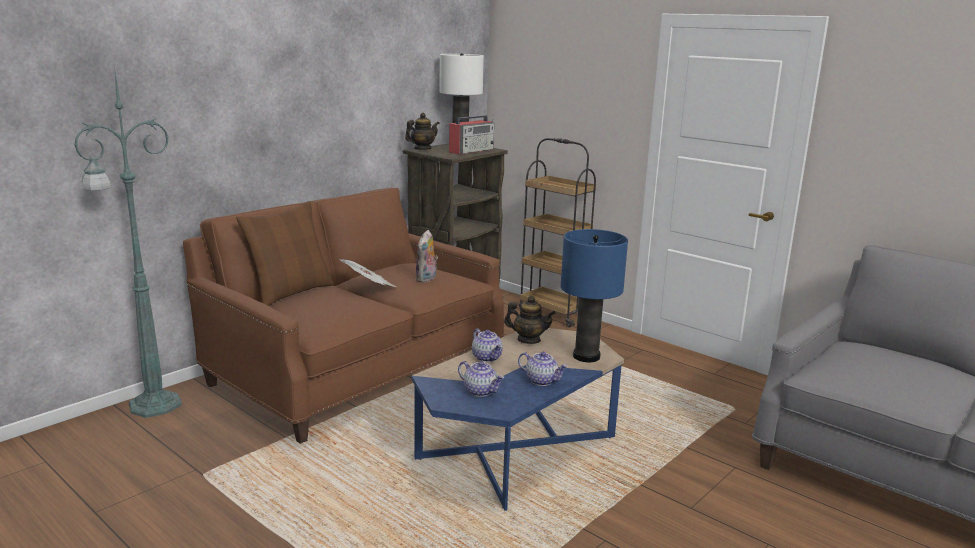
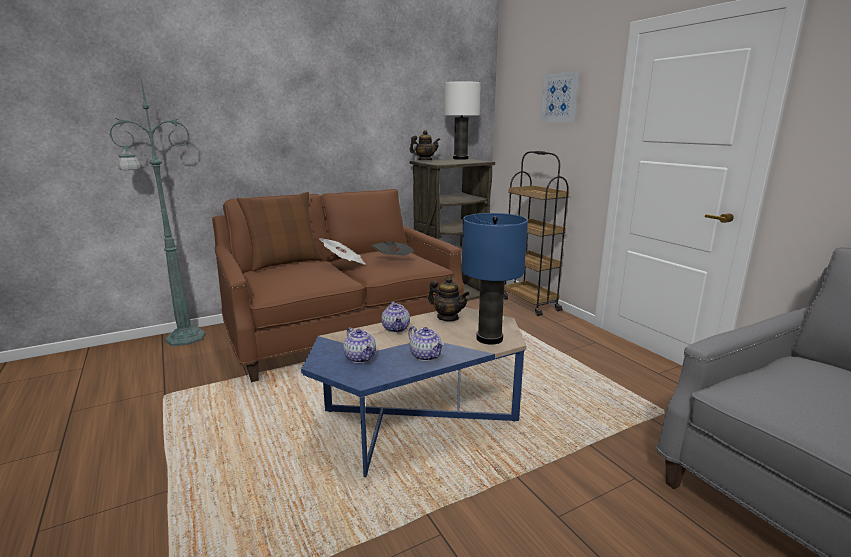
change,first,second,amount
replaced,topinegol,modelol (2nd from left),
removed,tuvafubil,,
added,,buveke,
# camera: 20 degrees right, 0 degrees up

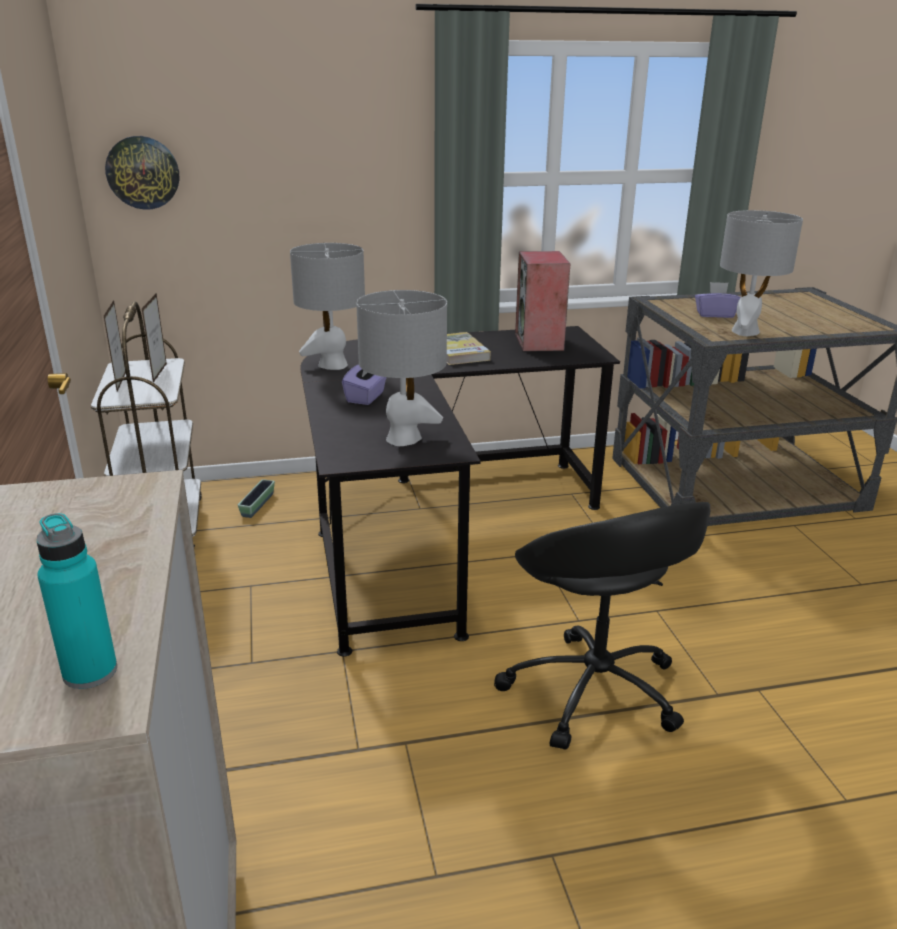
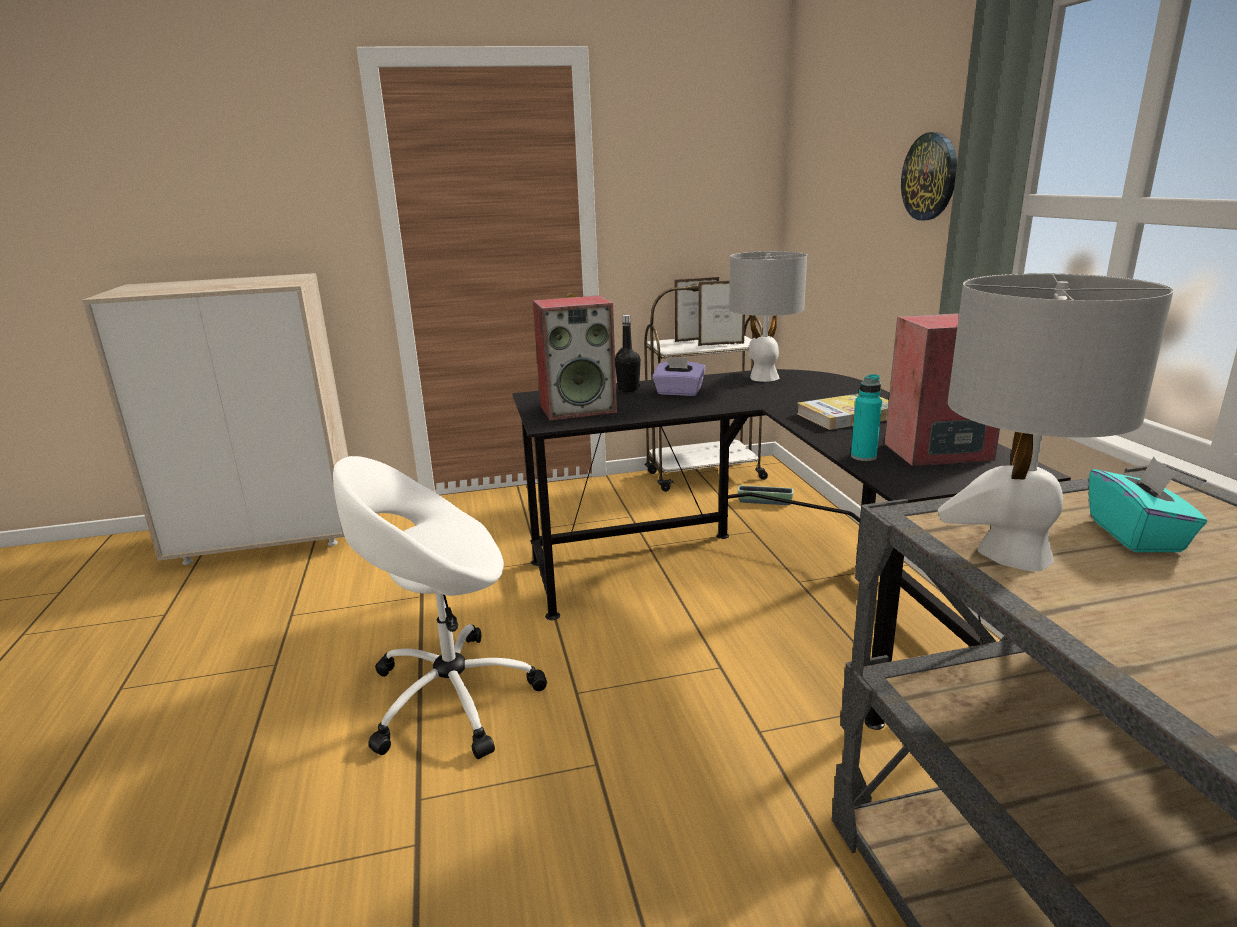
change,first,second,amount
moved,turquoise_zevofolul,,
moved,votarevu,,
replaced,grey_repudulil (2nd from left),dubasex (1st from left),
recoloured,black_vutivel,white_vutivel,
recoloured,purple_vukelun (2nd from left),turquoise_vukelun,
added,,black_zevofolul,
# camera: 90 degrees right, 5 degrees down

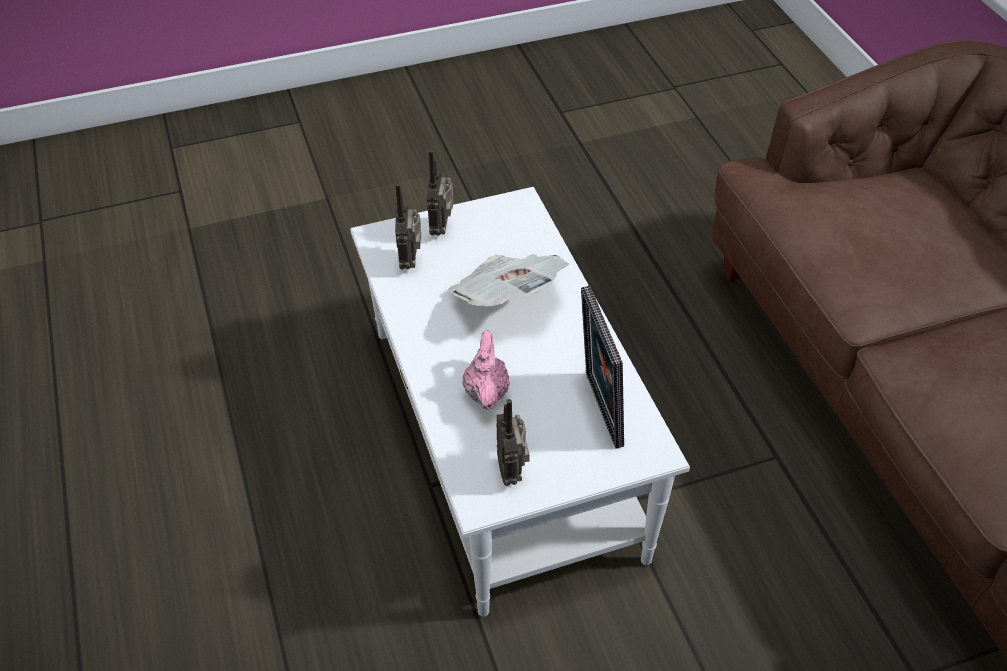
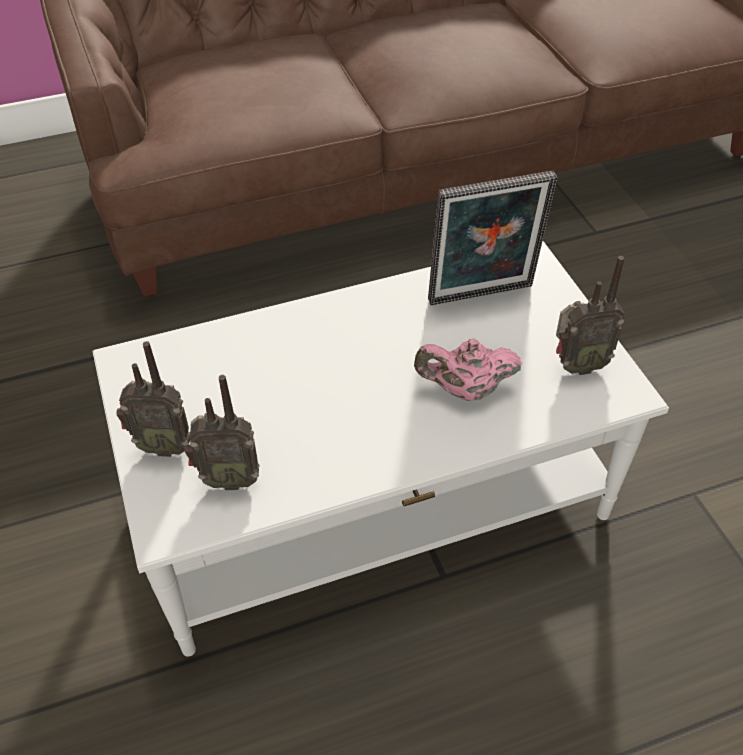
change,first,second,amount
removed,modelol,,
# camera: 90 degrees left, 0 degrees up

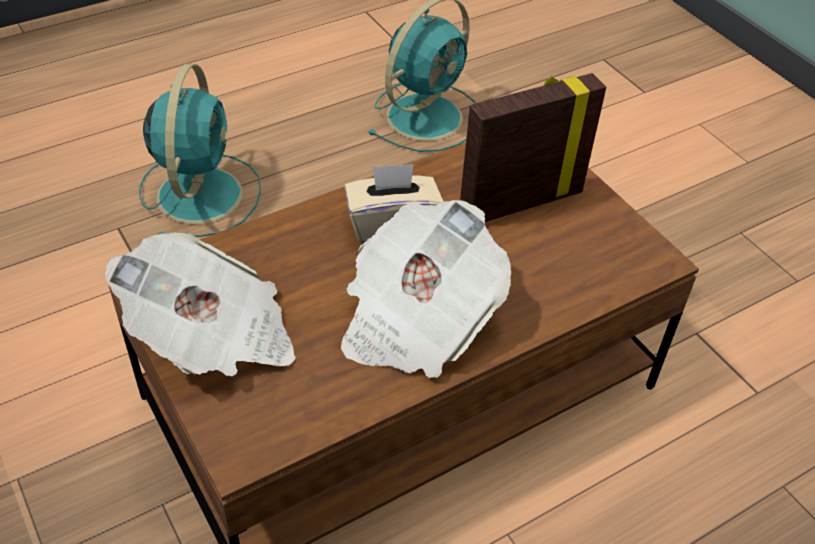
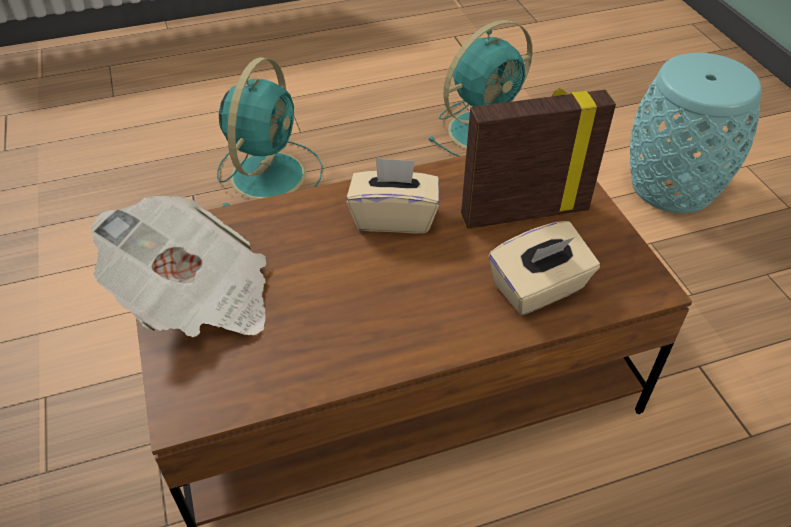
change,first,second,amount
removed,modelol (2nd from left),,
added,,beige_vukelun (2nd from left),
added,,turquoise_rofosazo,
# camera: 15 degrees right, 0 degrees up

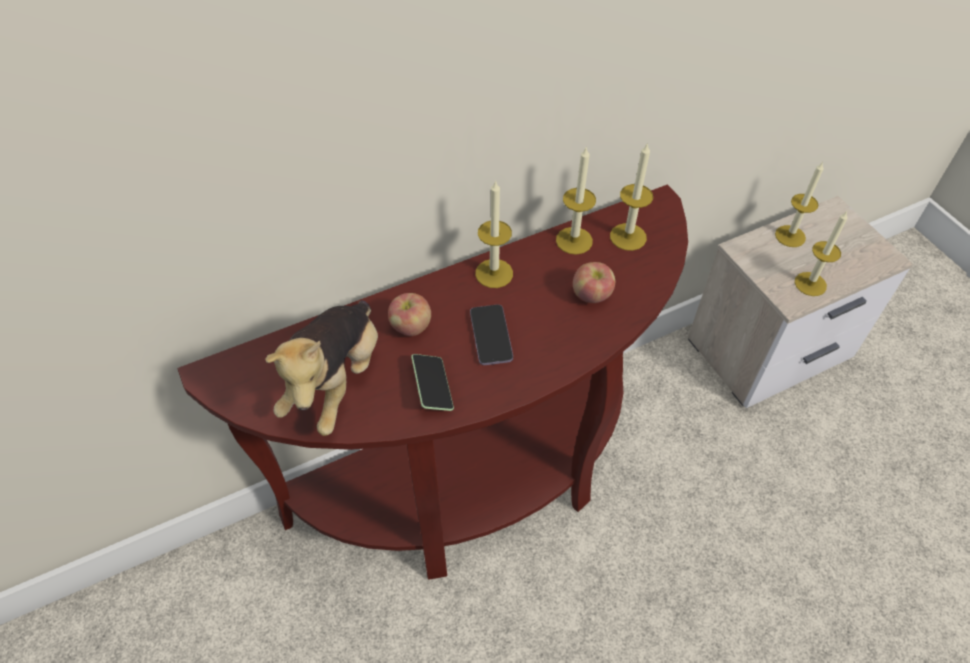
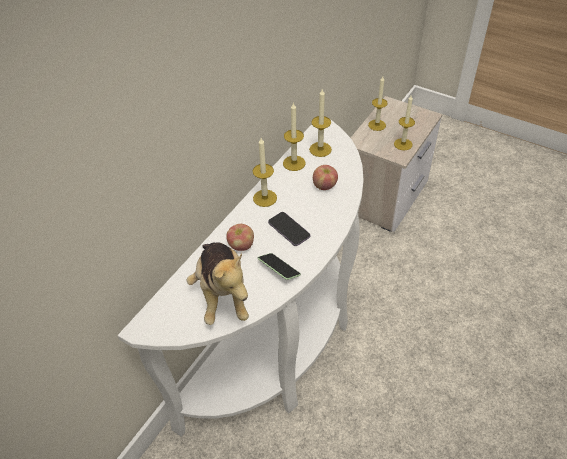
change,first,second,amount
recoloured,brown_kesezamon,white_kesezamon,
# camera: 30 degrees left, 5 degrees down

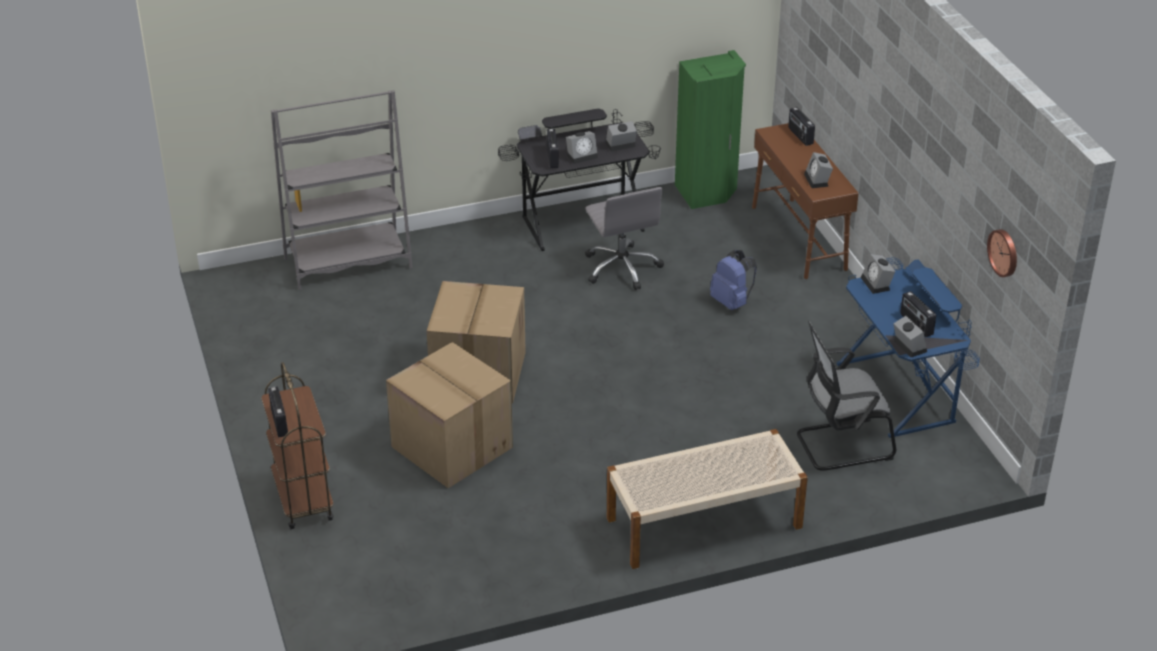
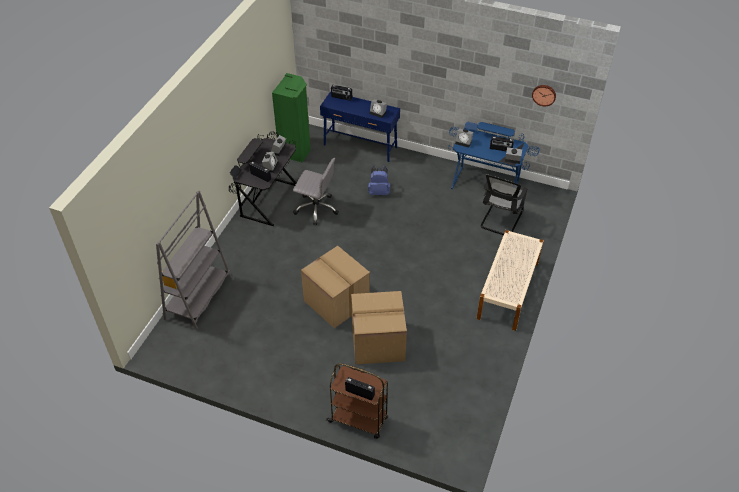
change,first,second,amount
recoloured,brown_kesezamon,blue_kesezamon,
# camera: 50 degrees left, 10 degrees up

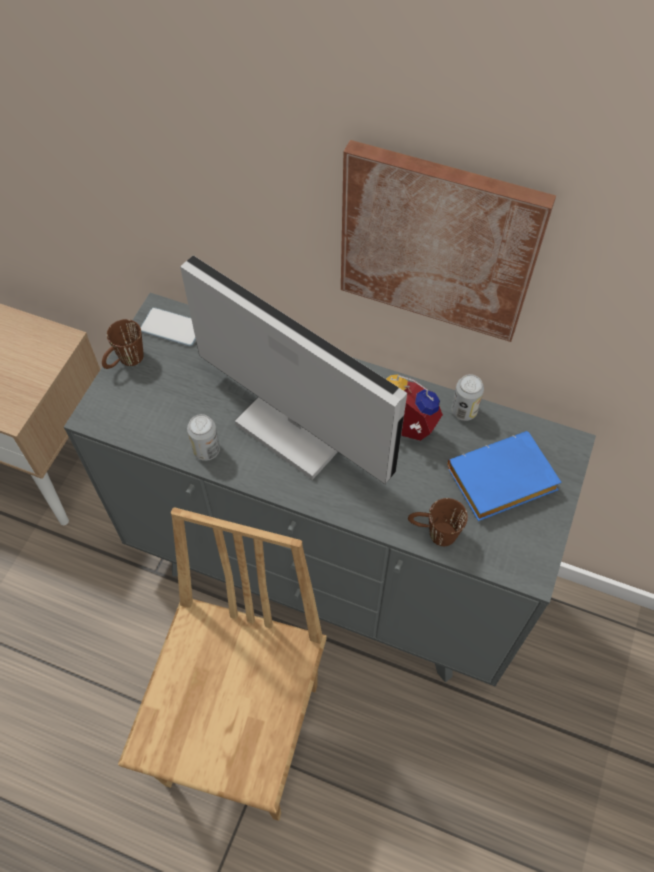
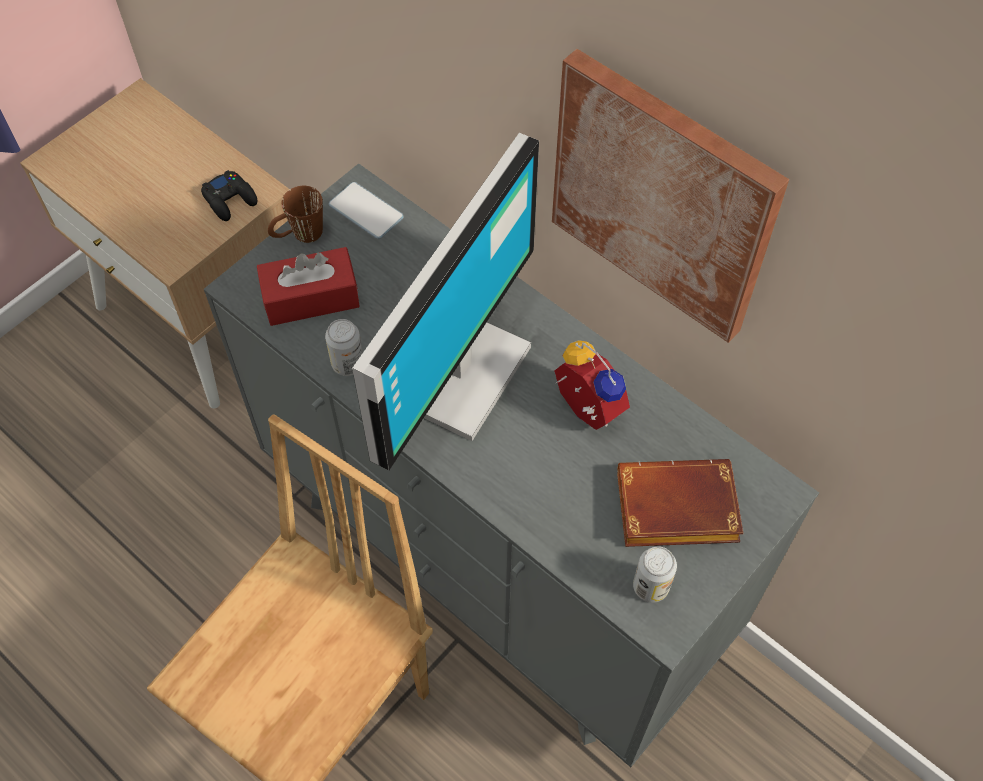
change,first,second,amount
turned,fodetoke,,60 degrees clockwise
removed,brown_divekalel (2nd from left),,
recoloured,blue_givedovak,brown_givedovak,
moved,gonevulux (2nd from left),,
added,,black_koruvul,
added,,red_vukelun,
# camera: 20 degrees right, 0 degrees up

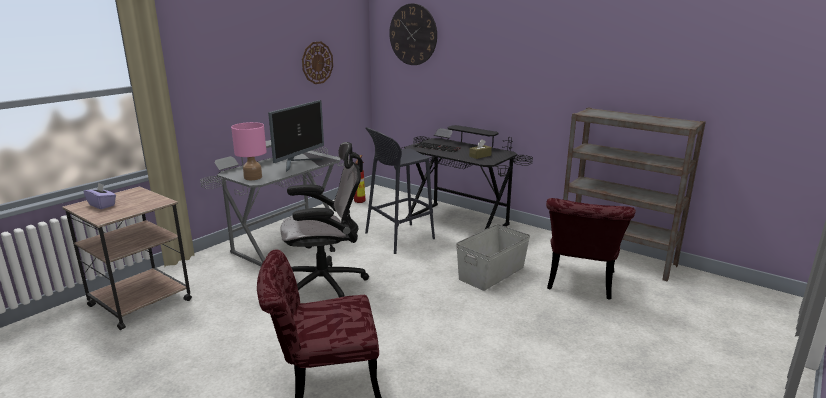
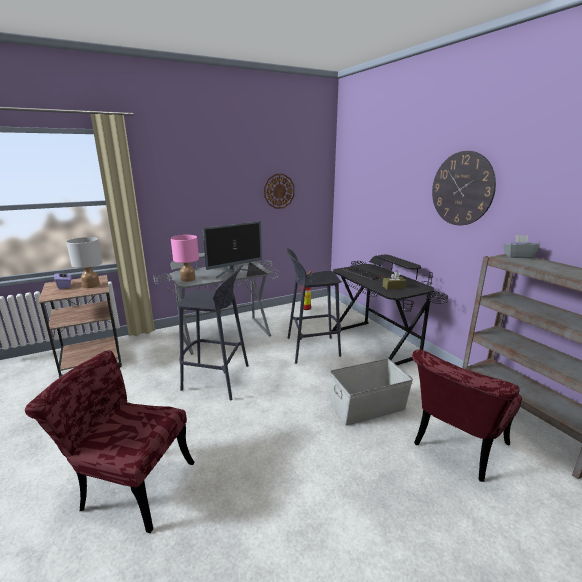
change,first,second,amount
replaced,vutivel,grey_rofosazo (1st from left),
moved,votarevu (2nd from left),,
added,,grey_repudulil,
added,,grey_vukelun,
# camera: 25 degrees right, 0 degrees up

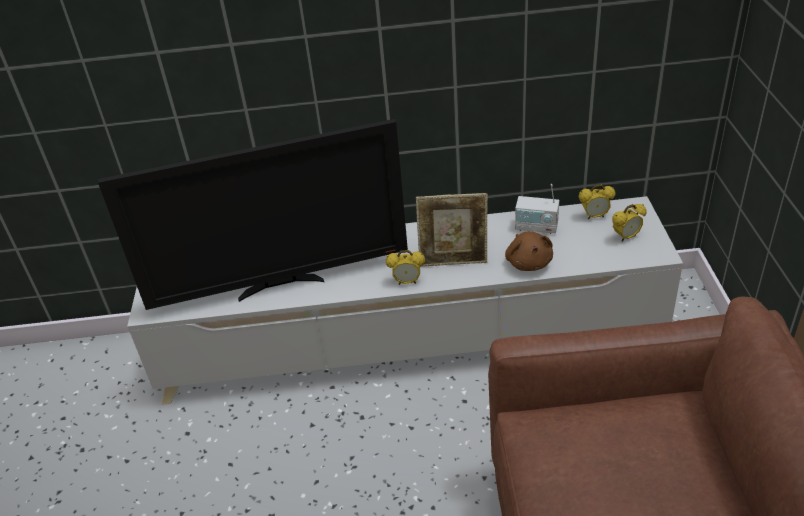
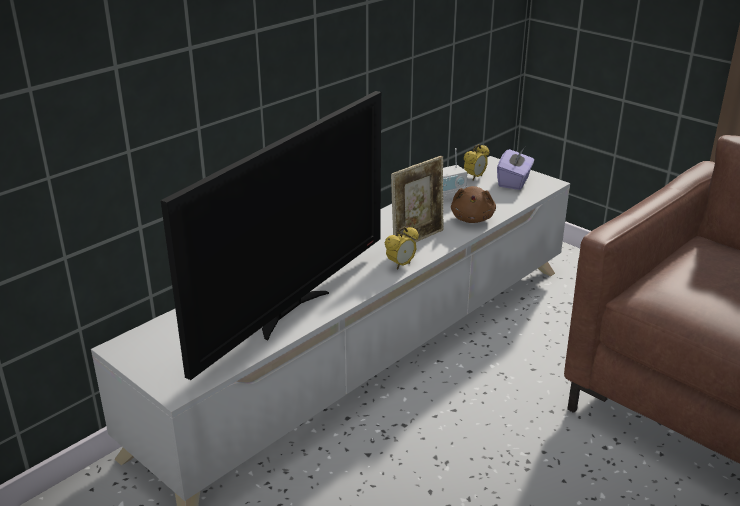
change,first,second,amount
turned,brown_topinegol,,60 degrees clockwise
replaced,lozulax (3rd from left),purple_vukelun,
# camera: 45 degrees left, 10 degrees down

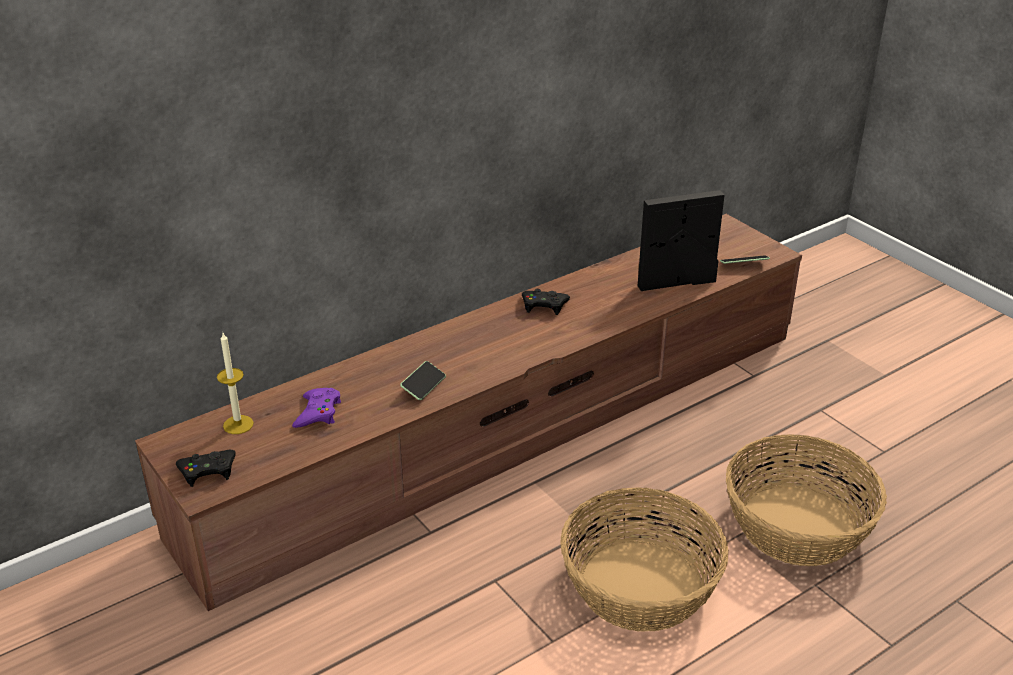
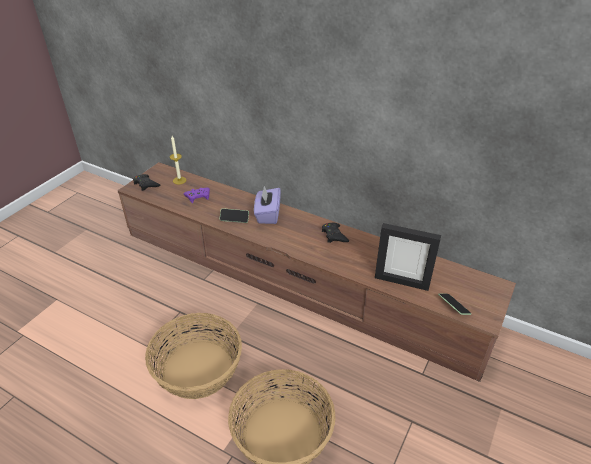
change,first,second,amount
turned,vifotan,,150 degrees clockwise
added,,purple_vukelun,
# camera: 65 degrees right, 5 degrees up

